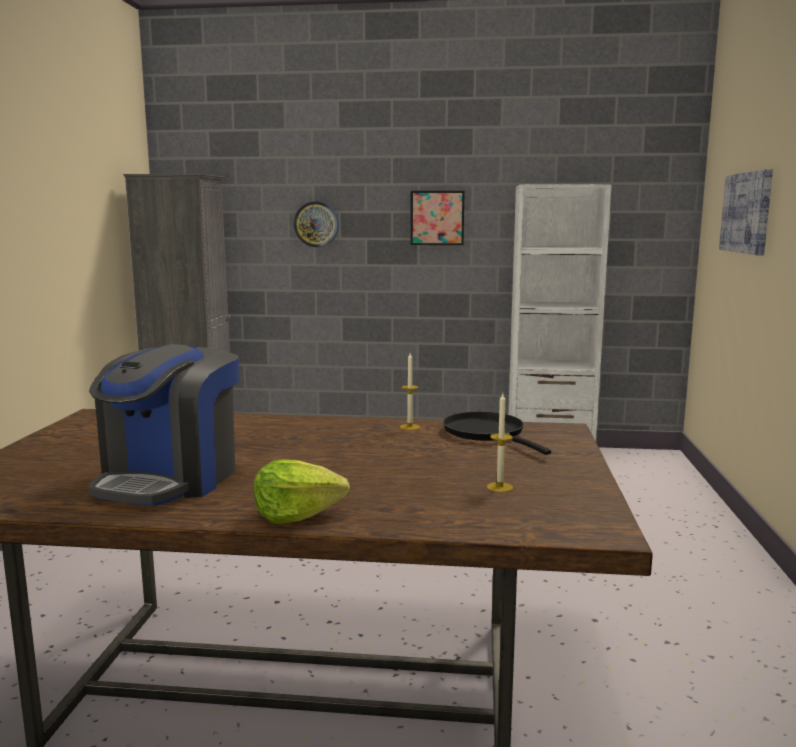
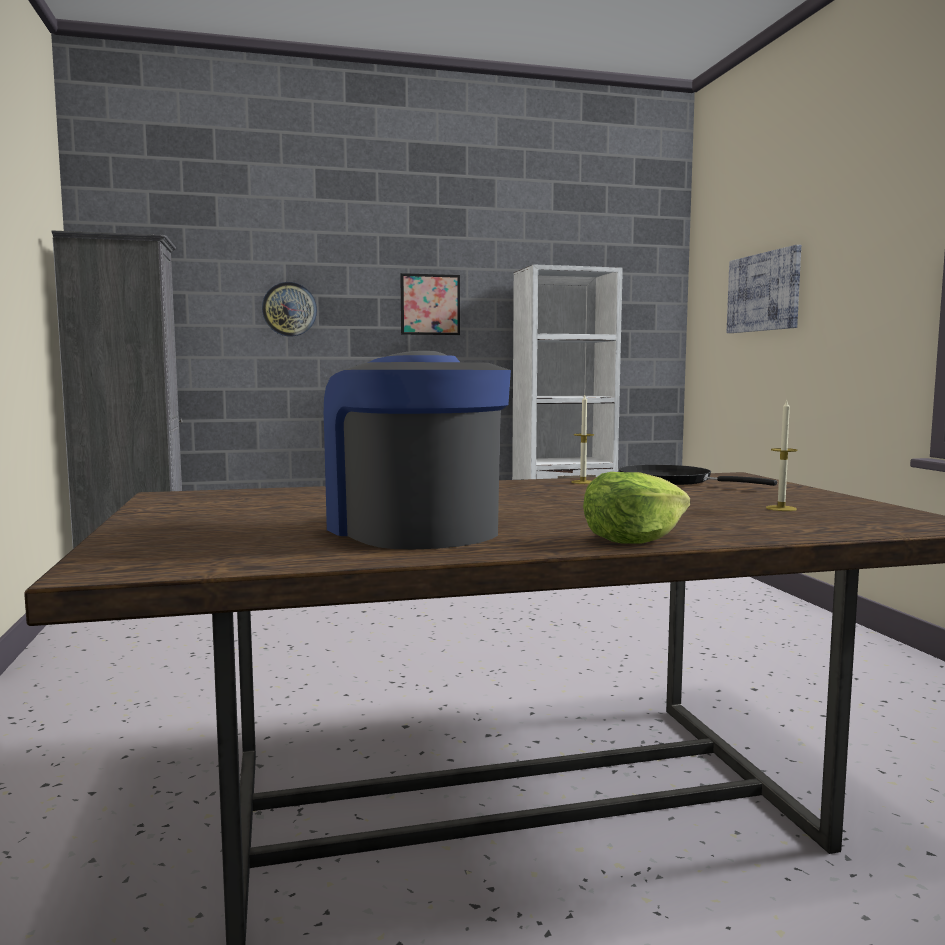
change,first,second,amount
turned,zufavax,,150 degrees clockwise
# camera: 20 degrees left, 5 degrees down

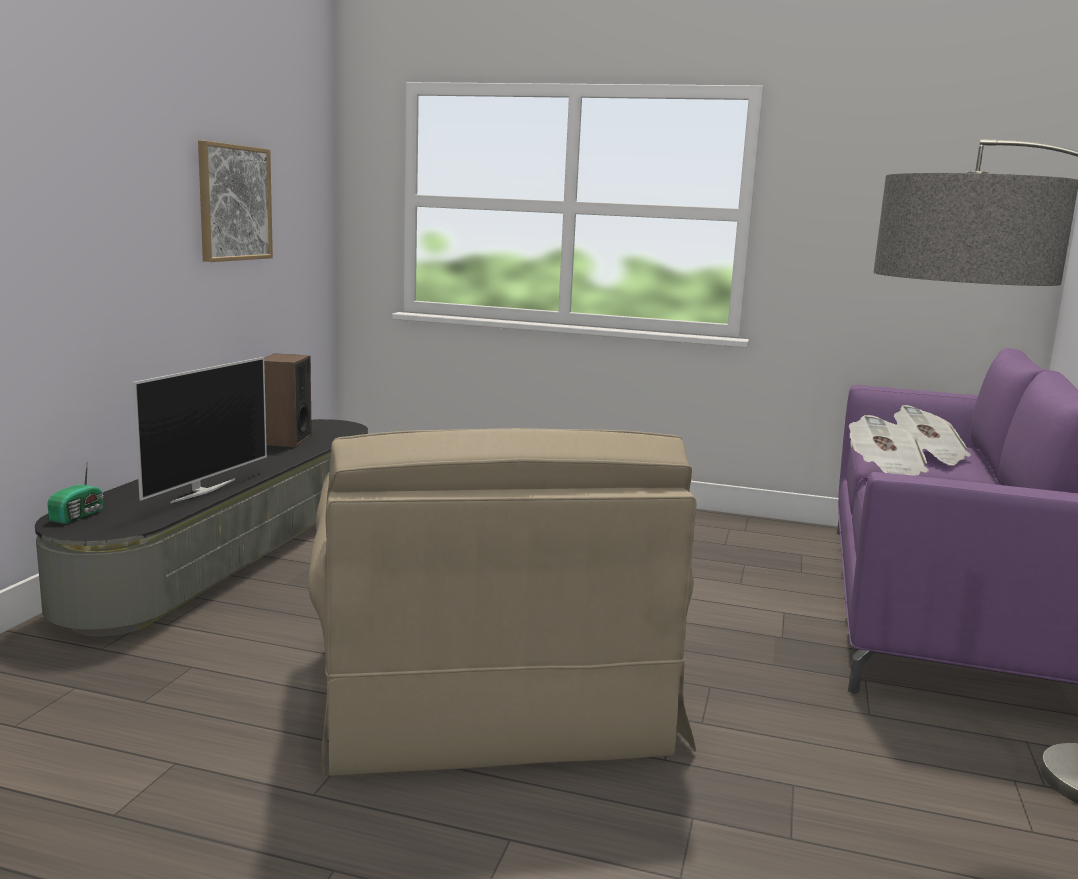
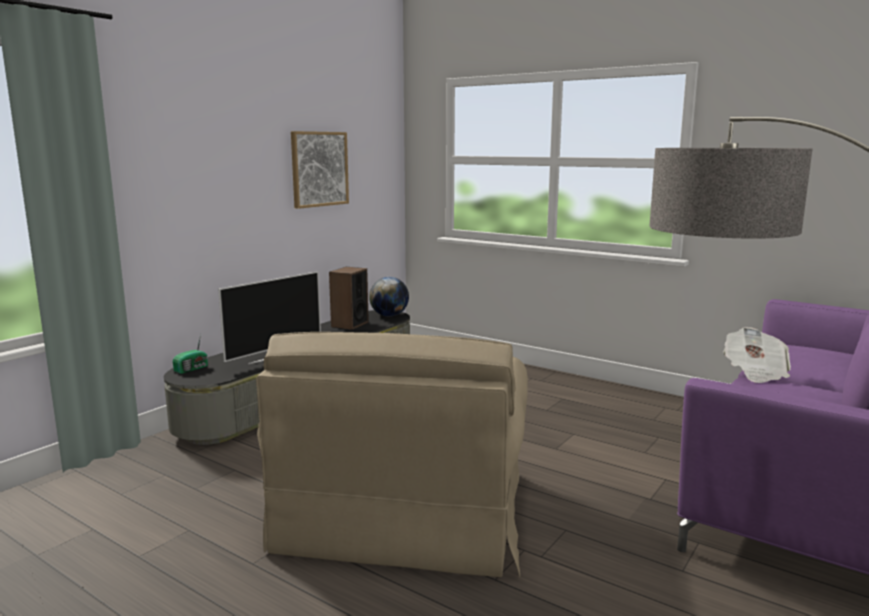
change,first,second,amount
removed,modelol (2nd from left),,
added,,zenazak,
# camera: 20 degrees right, 0 degrees up

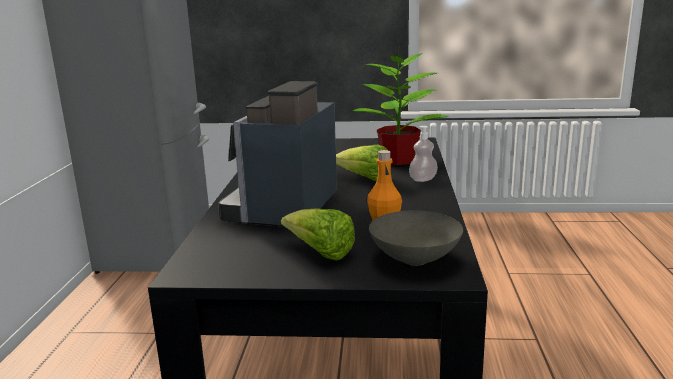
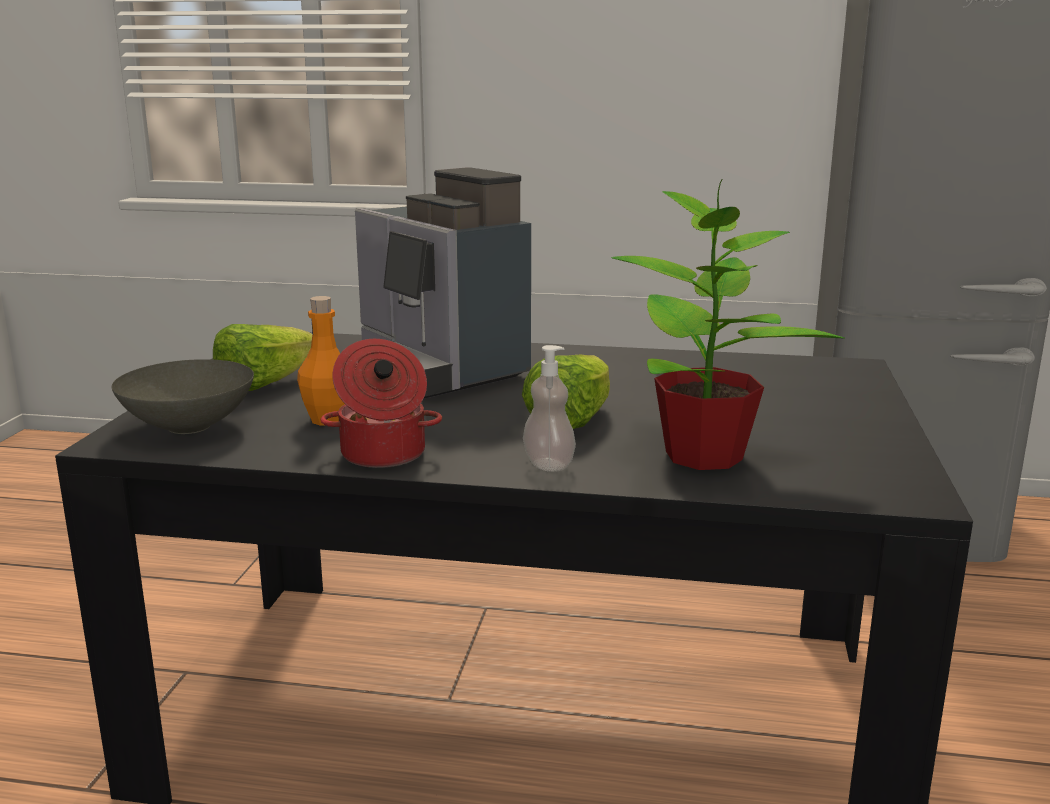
change,first,second,amount
turned,zufavax,,150 degrees counterclockwise
added,,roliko,
# camera: 95 degrees right, 0 degrees up

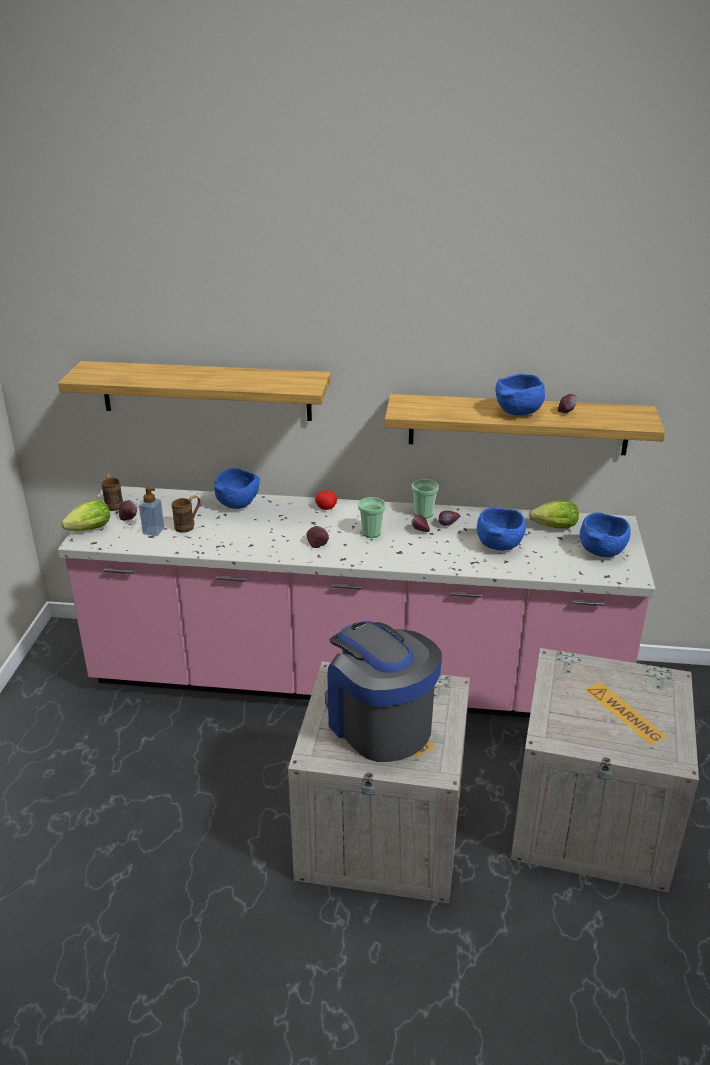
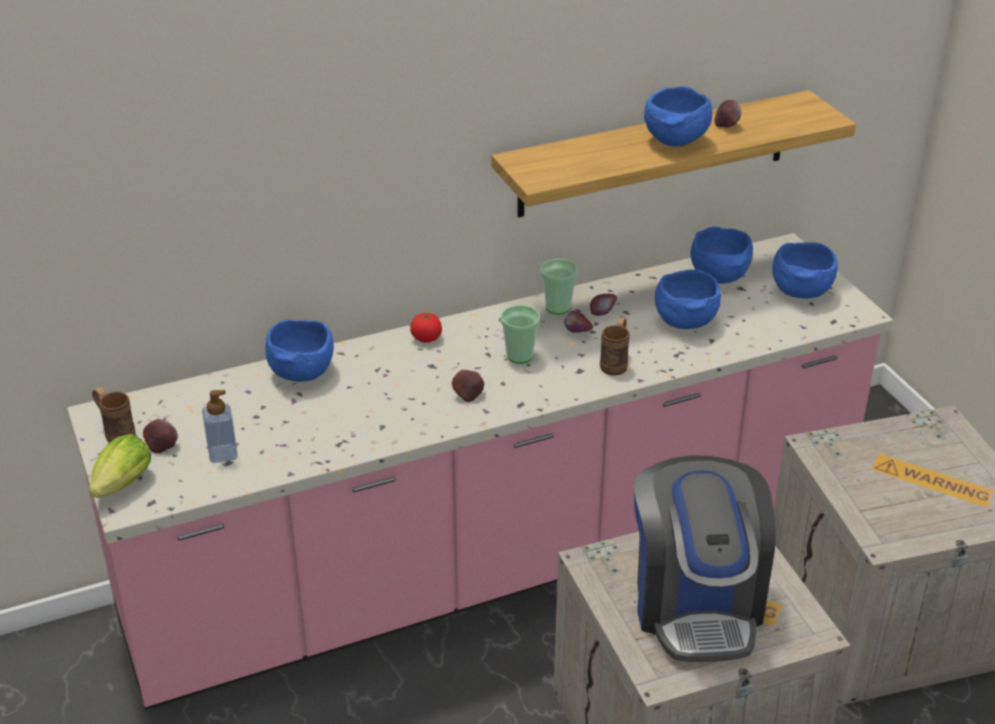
change,first,second,amount
removed,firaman (1st from left),,
moved,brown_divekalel (2nd from left),,
turned,zufavax,,120 degrees counterclockwise
replaced,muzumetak (2nd from left),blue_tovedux (4th from left),
# camera: 30 degrees left, 5 degrees up

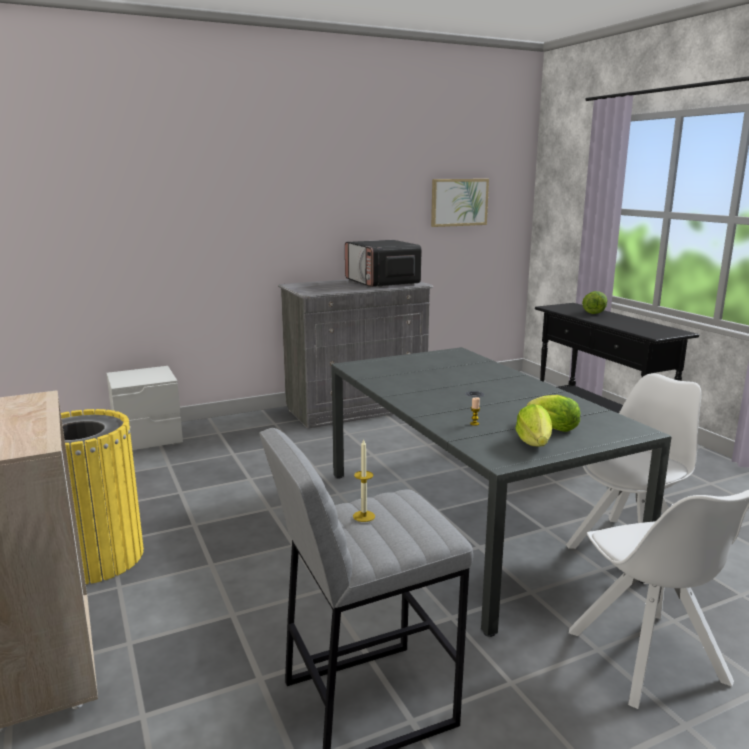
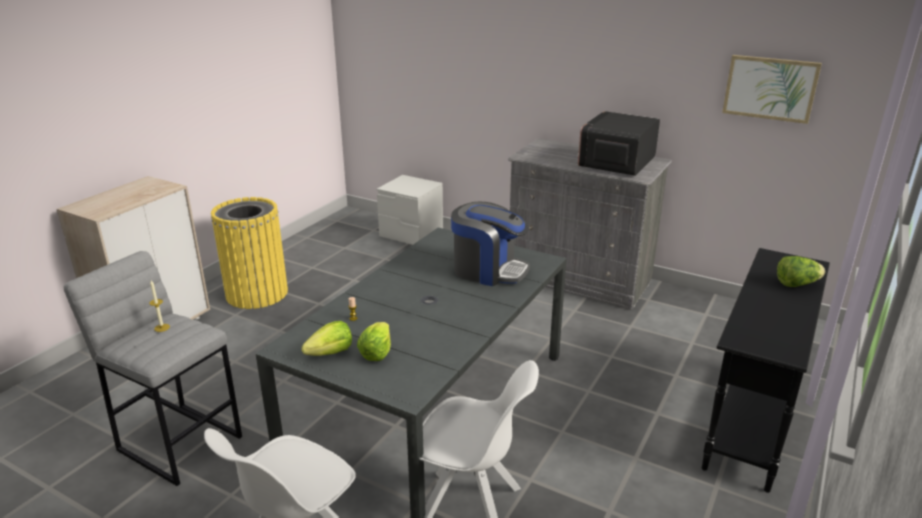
change,first,second,amount
added,,zufavax,
# camera: 55 degrees right, 10 degrees up

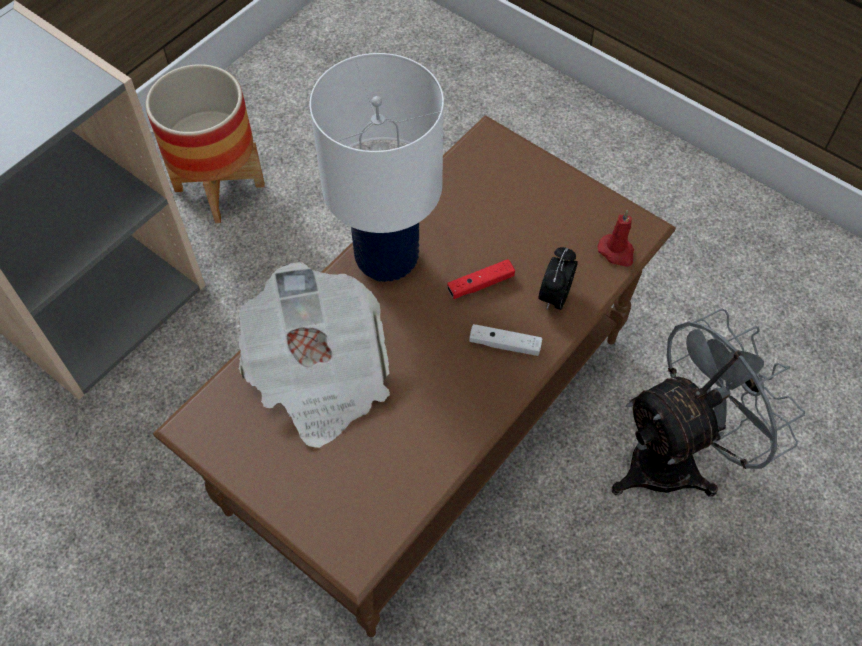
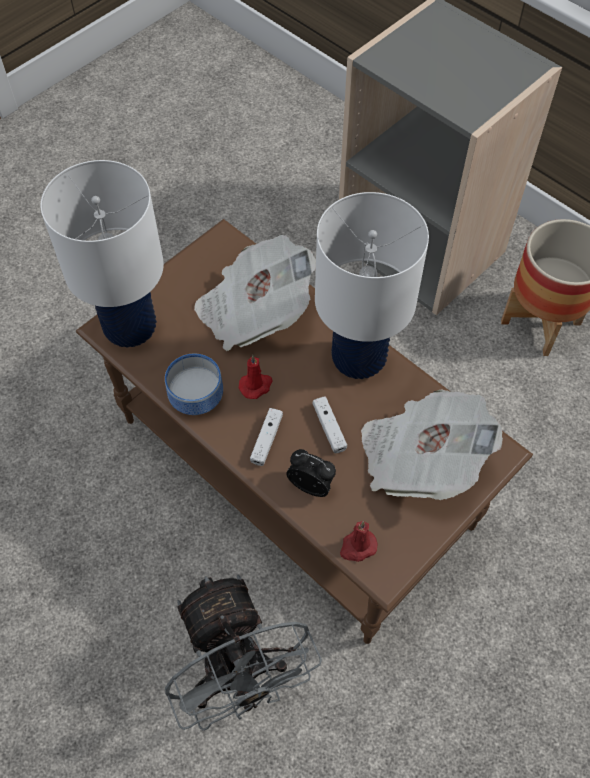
change,first,second,amount
recoloured,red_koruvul,white_koruvul (2nd from left),
added,,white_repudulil (1st from left),
added,,tovedux,
added,,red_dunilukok (1st from left),
added,,modelol (2nd from left),
# camera: 95 degrees right, 0 degrees up

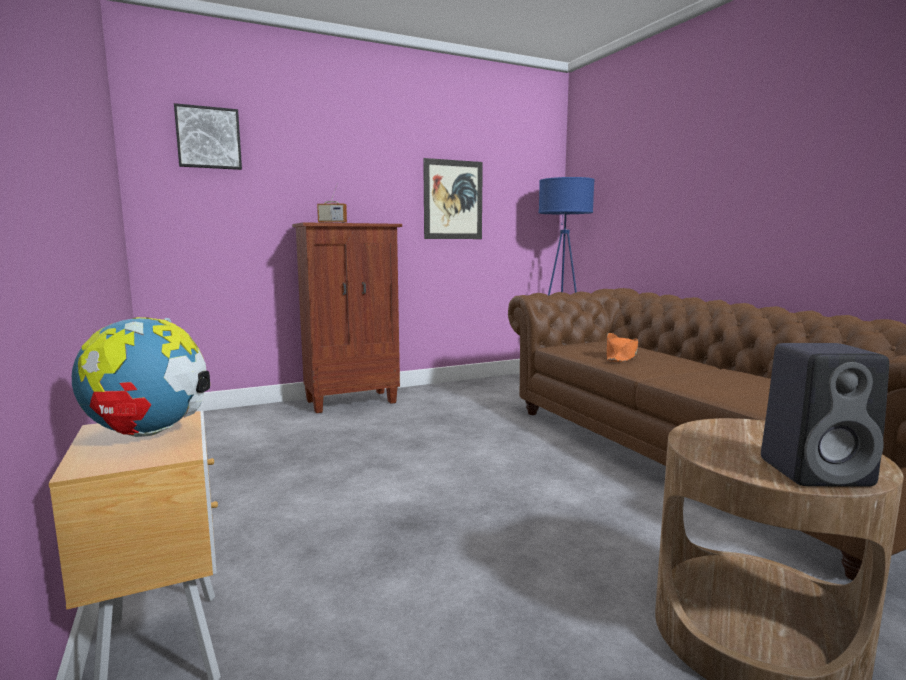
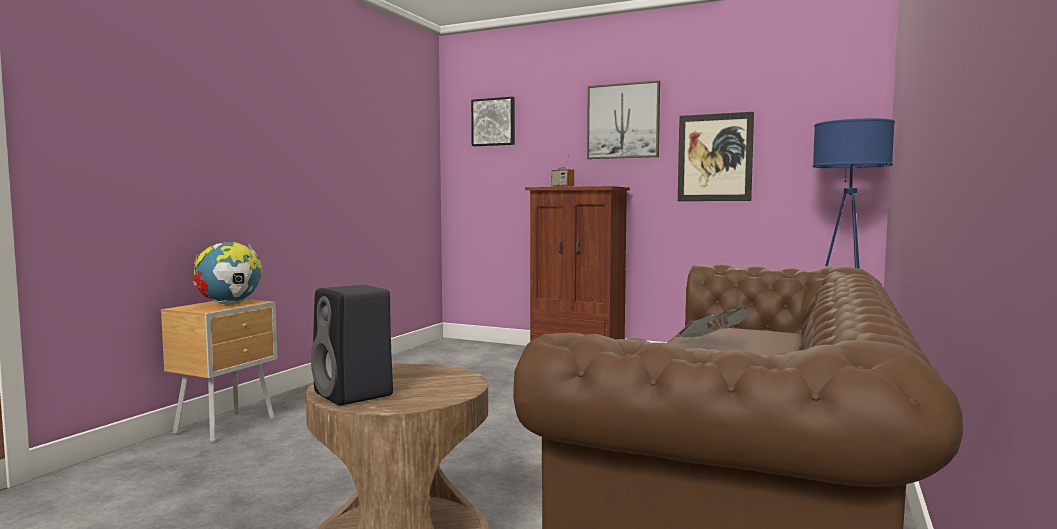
change,first,second,amount
replaced,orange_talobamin,modelol,
added,,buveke (2nd from left),
# camera: 50 degrees right, 5 degrees down

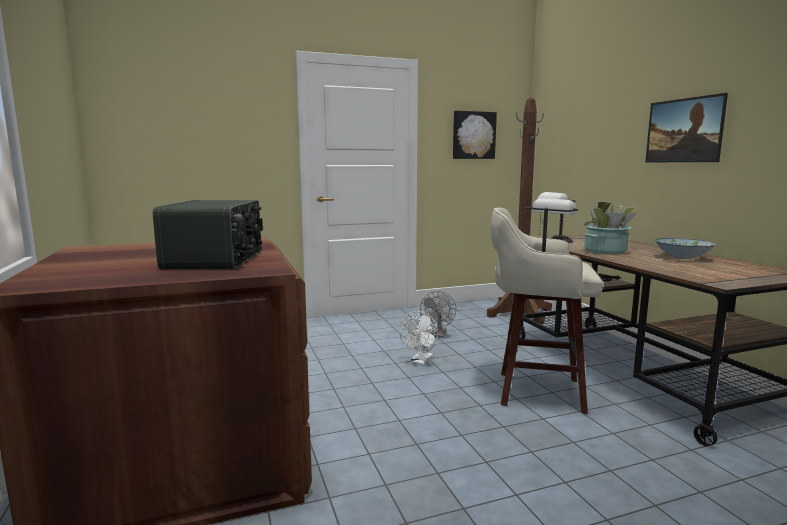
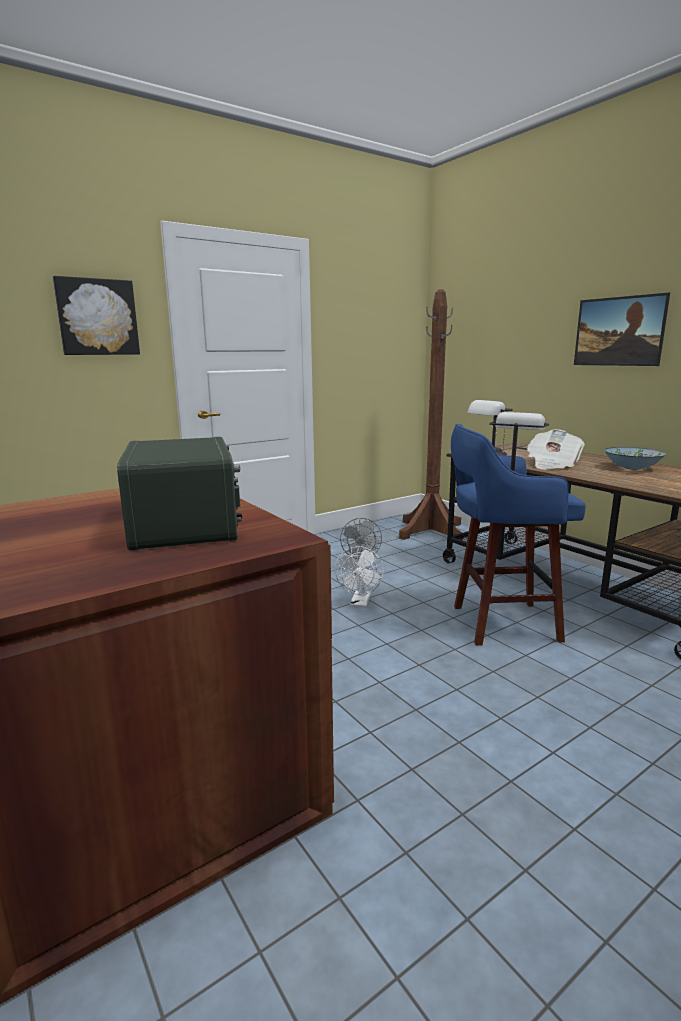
change,first,second,amount
moved,buveke (1st from left),,
recoloured,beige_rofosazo,blue_rofosazo,
replaced,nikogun,modelol,
# camera: 15 degrees left, 5 degrees up

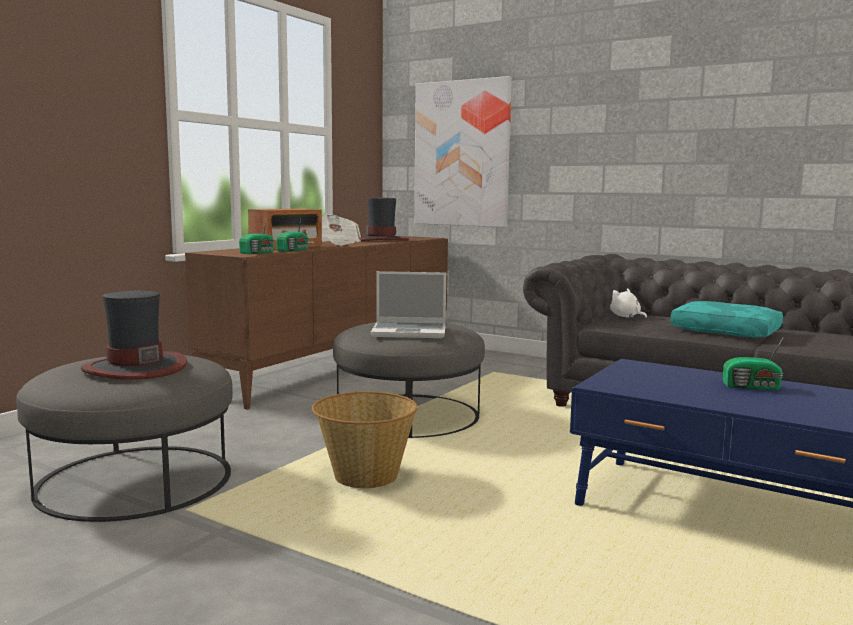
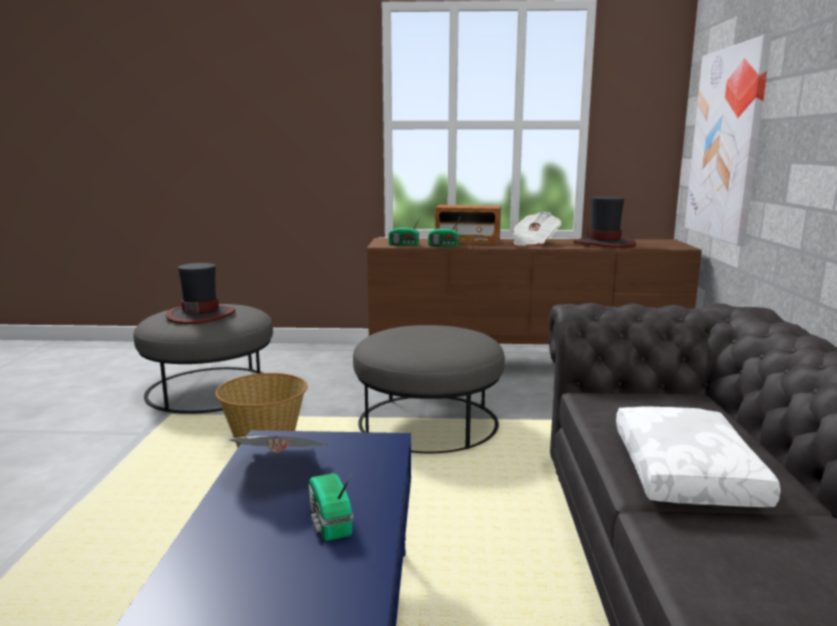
change,first,second,amount
removed,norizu,,
removed,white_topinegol,,
recoloured,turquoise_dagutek,white_dagutek,
added,,modelol (1st from left),
# camera: 60 degrees right, 5 degrees up

